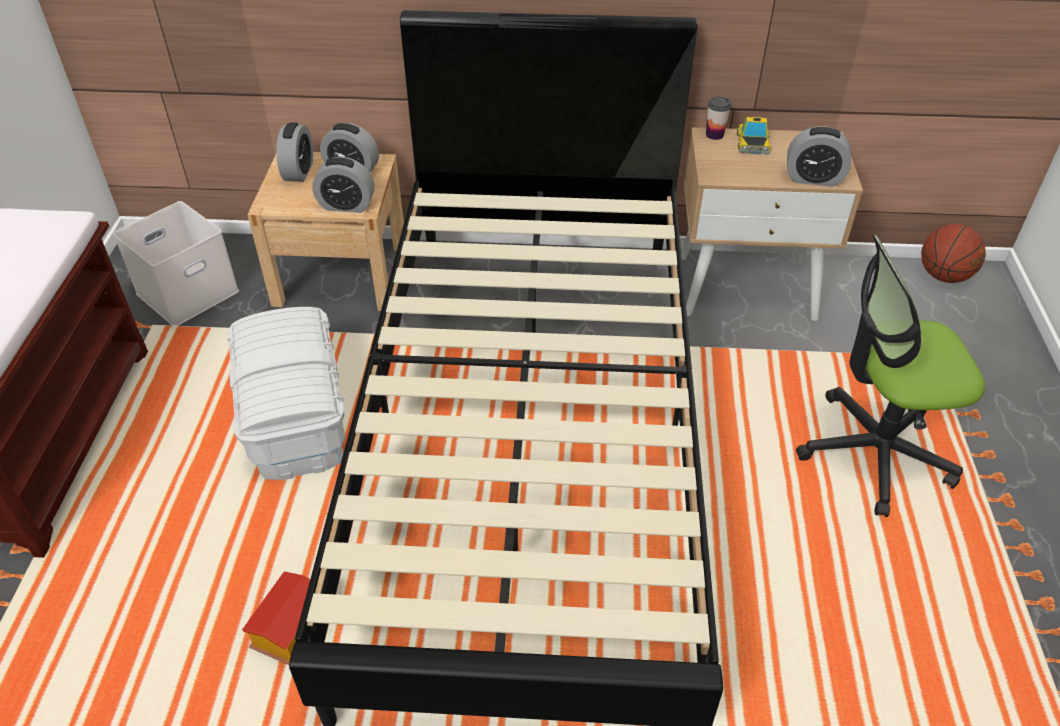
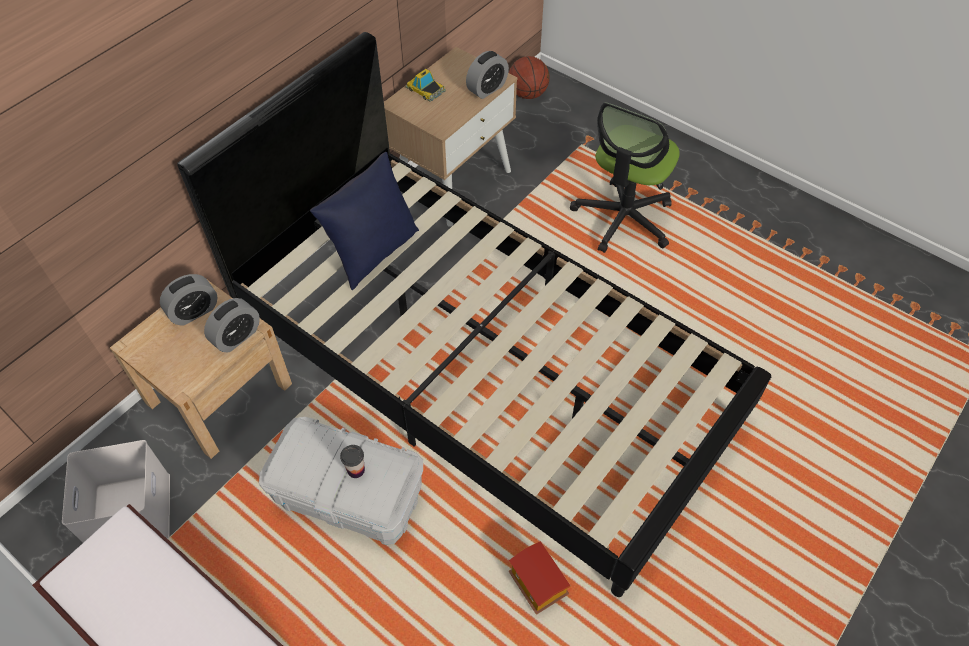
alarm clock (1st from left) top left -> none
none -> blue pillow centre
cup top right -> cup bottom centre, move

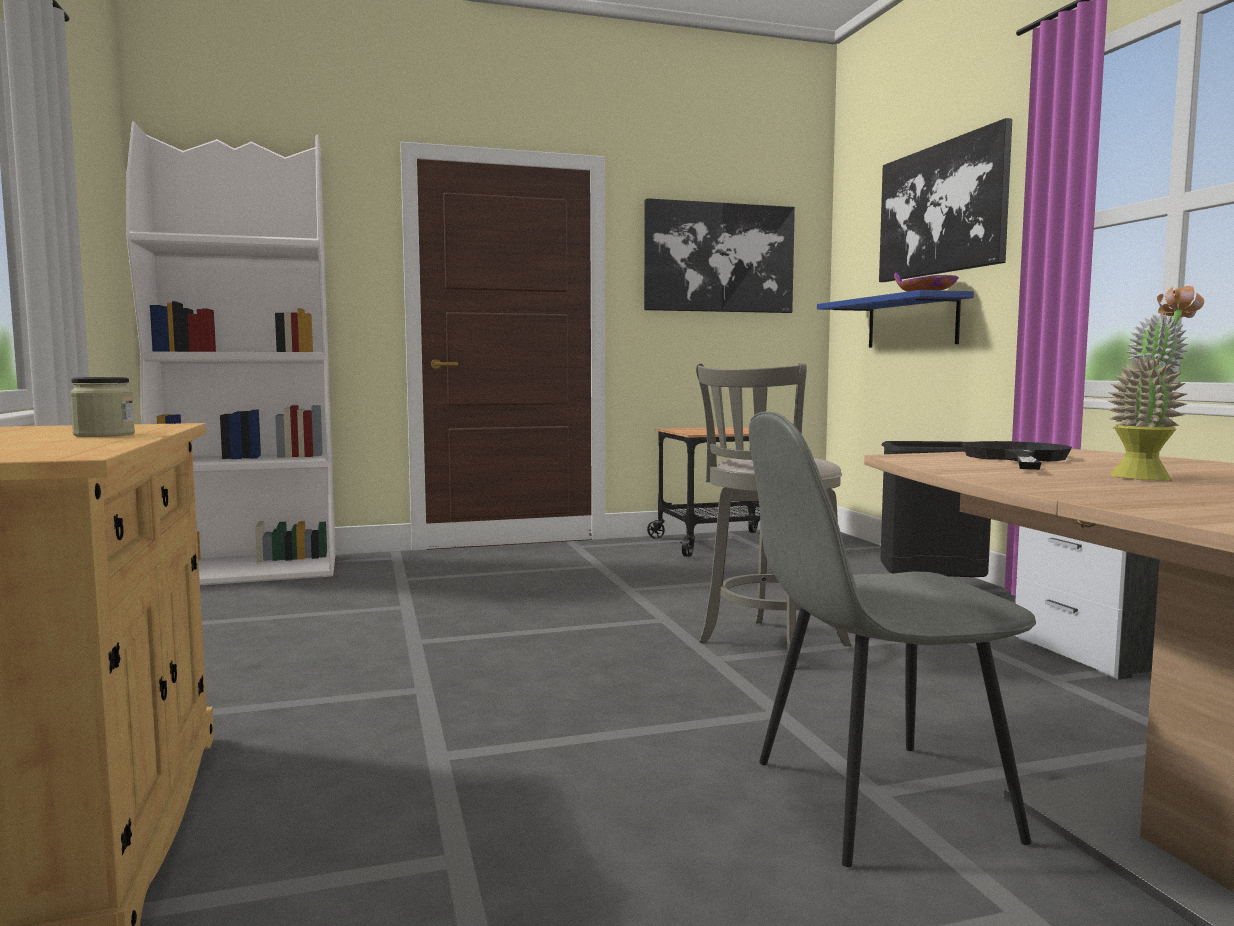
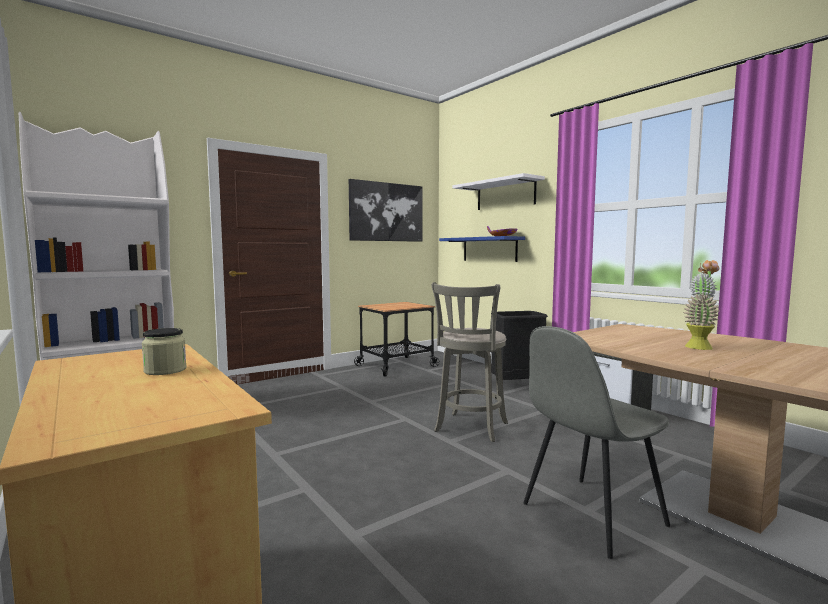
black frying pan middle right -> none
picture (2nd from left) top right -> white shelf top centre

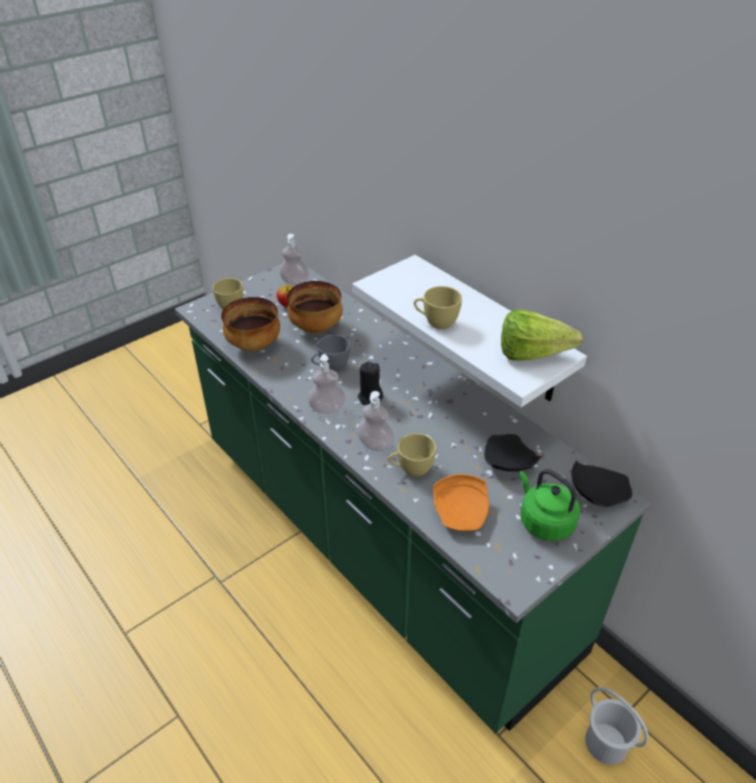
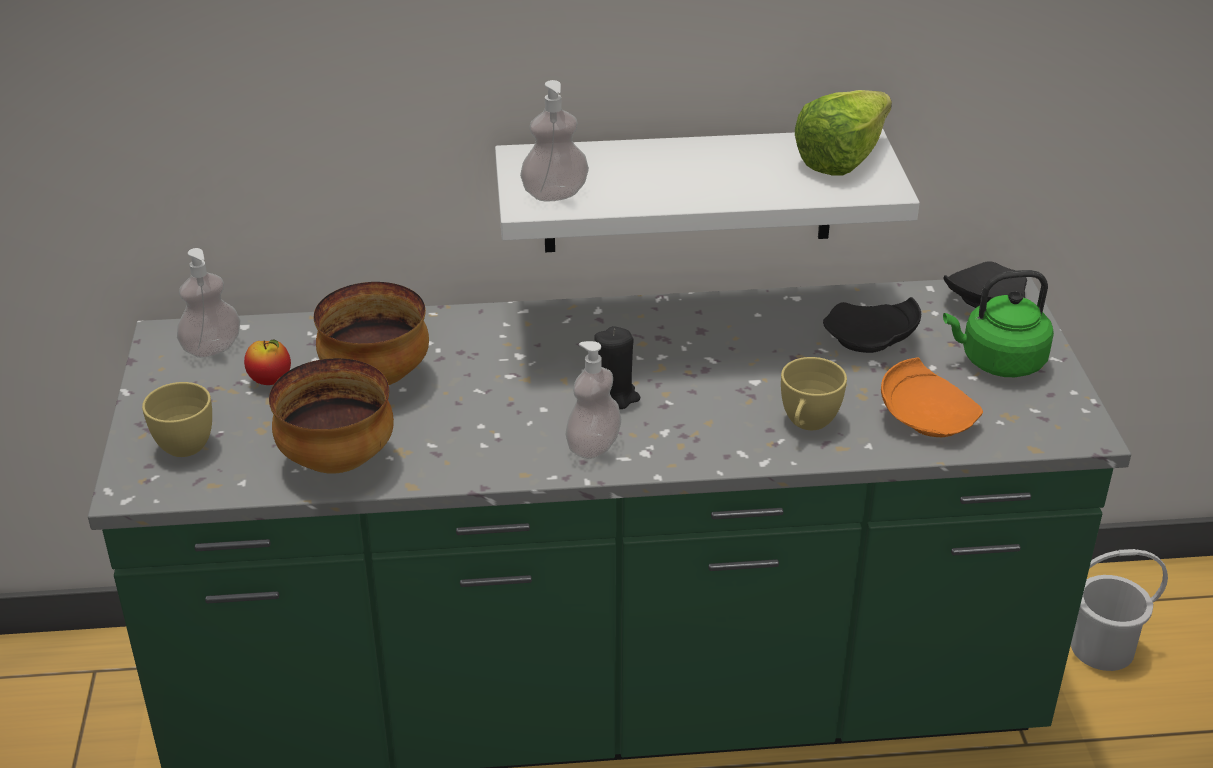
grey cup centre -> none
yellow cup (3rd from left) centre -> none
soap dispenser (3rd from left in the first image) centre -> soap dispenser (2nd from left) top centre, move

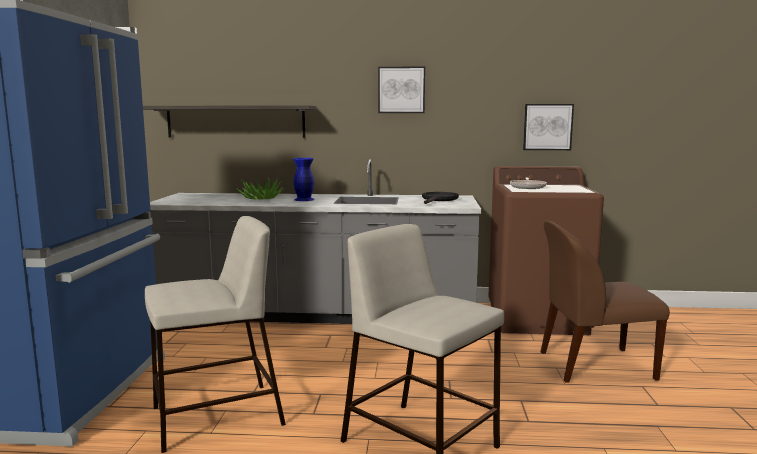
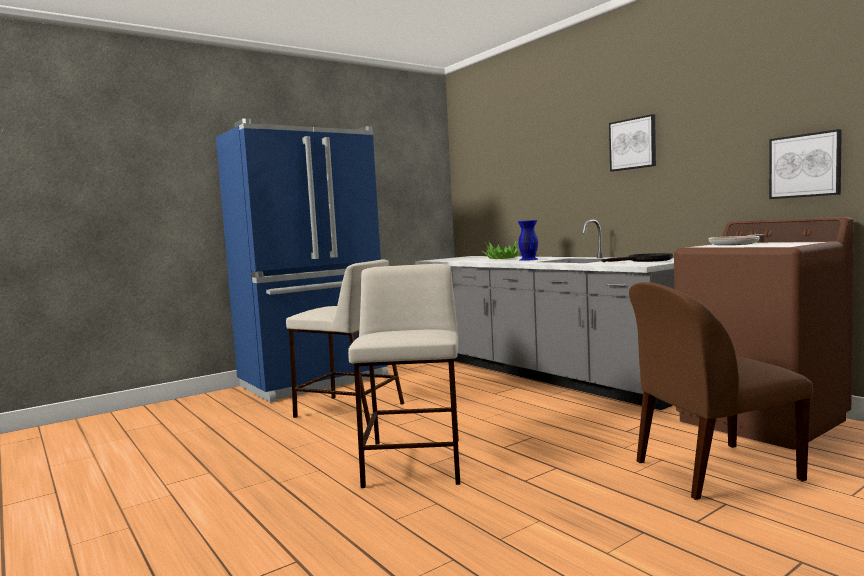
shelf top left -> none
brown chair middle right -> brown chair bottom right, 60 degrees counterclockwise

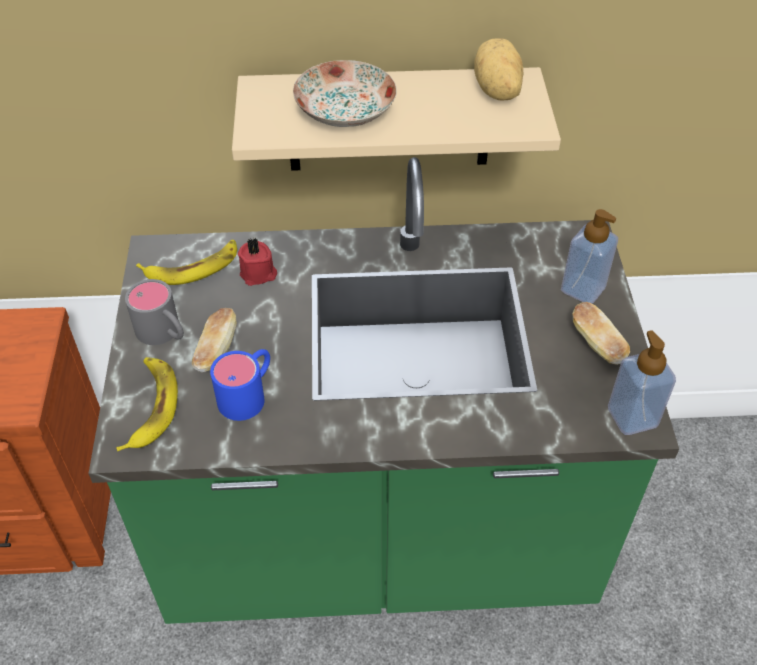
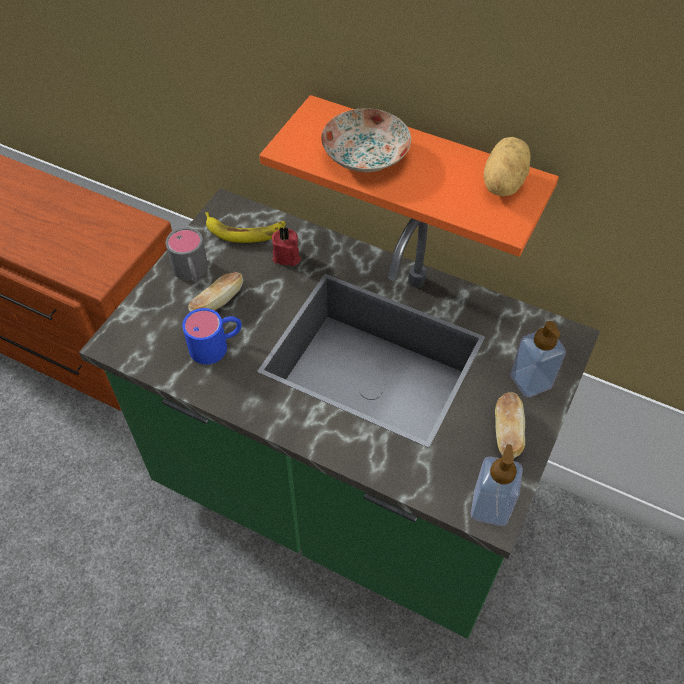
banana (1st from left) middle left -> none
beige shelf top centre -> orange shelf top centre

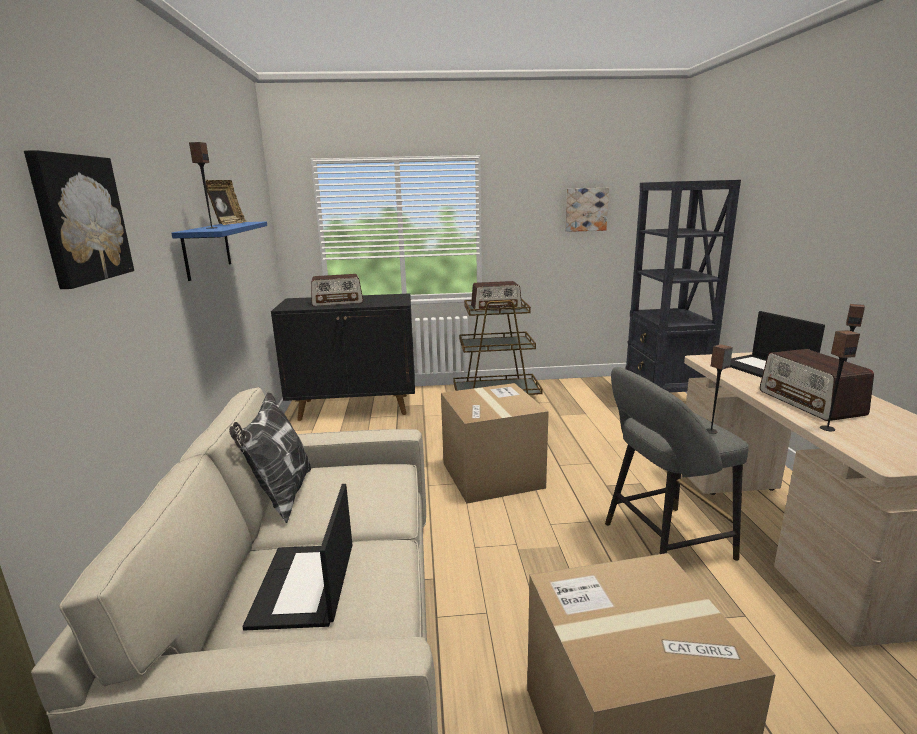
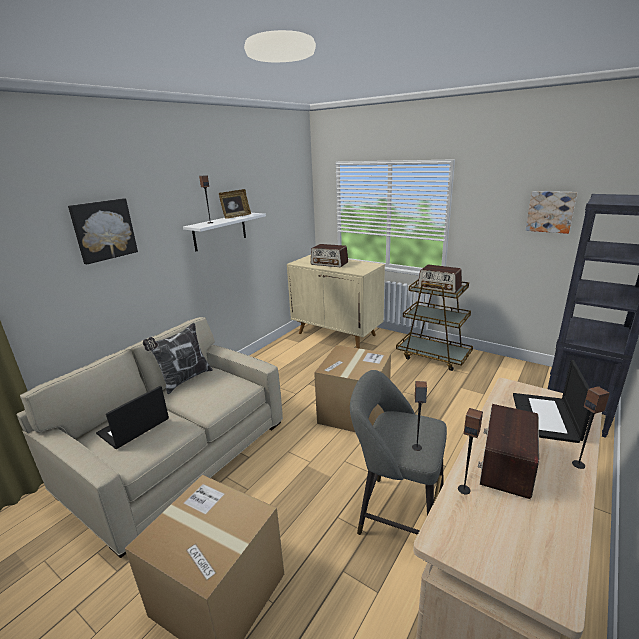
blue shelf middle left -> white shelf centre
black cabinet centre -> beige cabinet centre

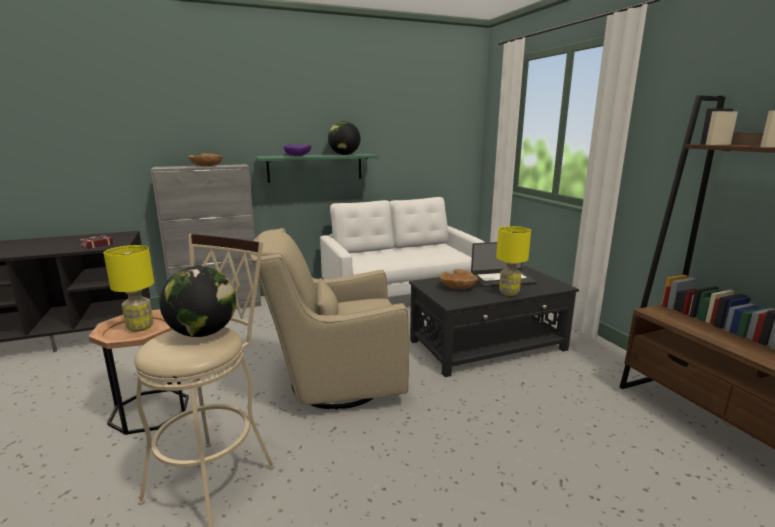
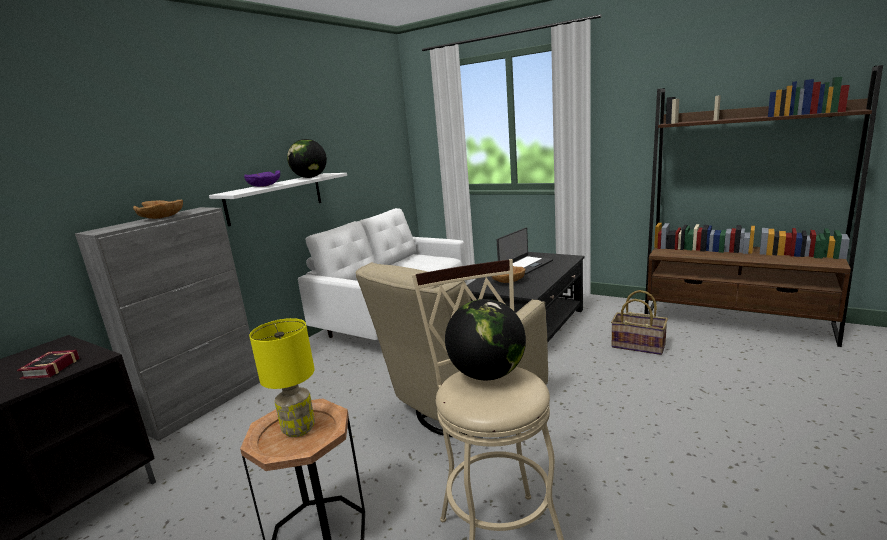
yellow table lamp (2nd from left) centre -> none
none -> basket middle right
green shelf top centre -> white shelf middle left

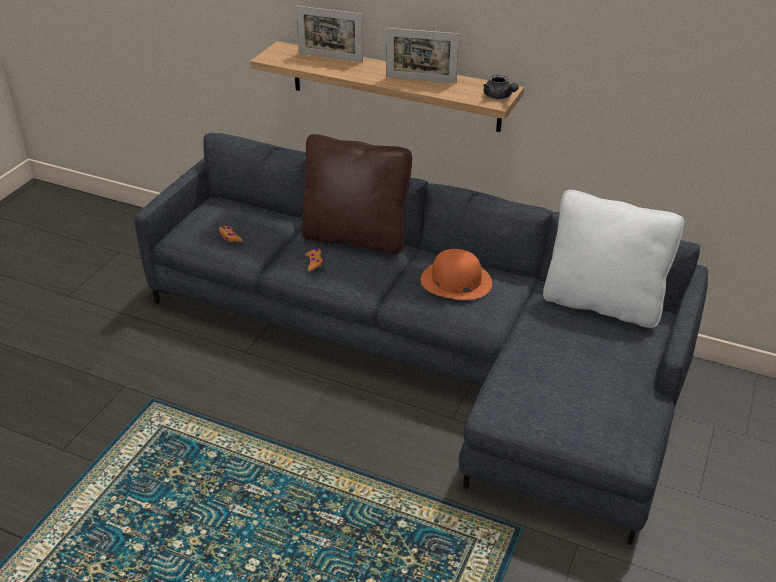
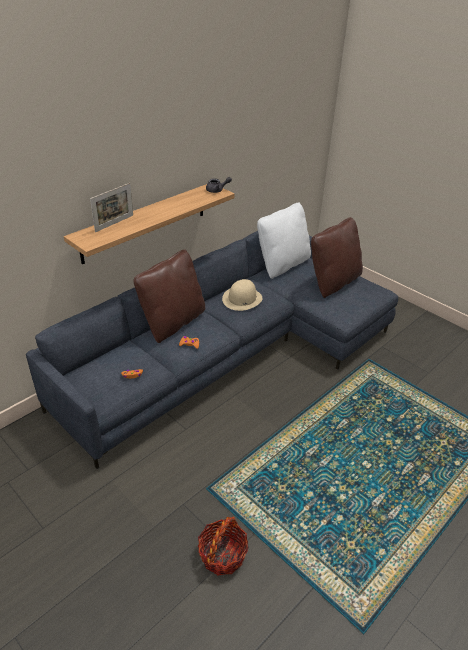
picture frame (2nd from left) top centre -> none
none -> basket bottom centre
none -> brown pillow (2nd from left) middle right
orange hat centre -> beige hat centre

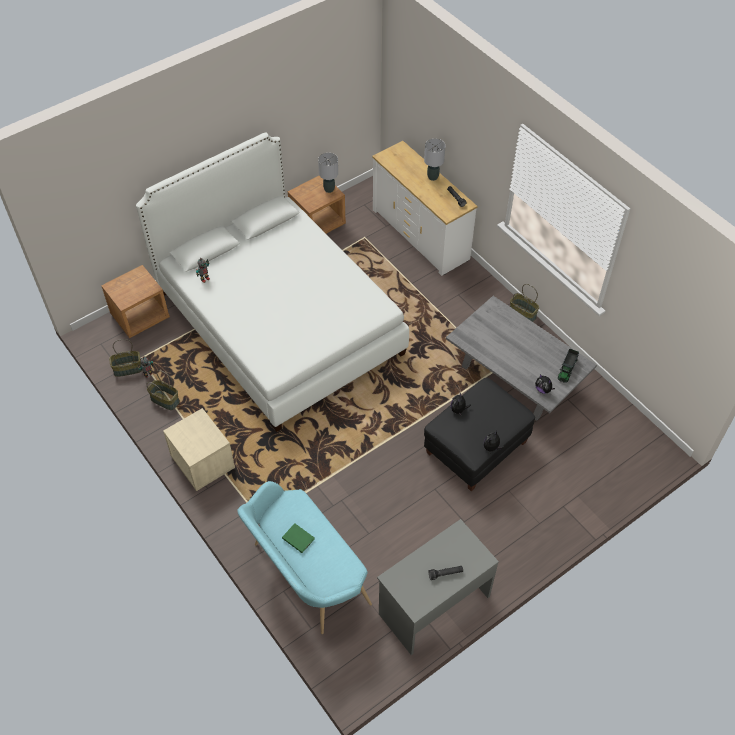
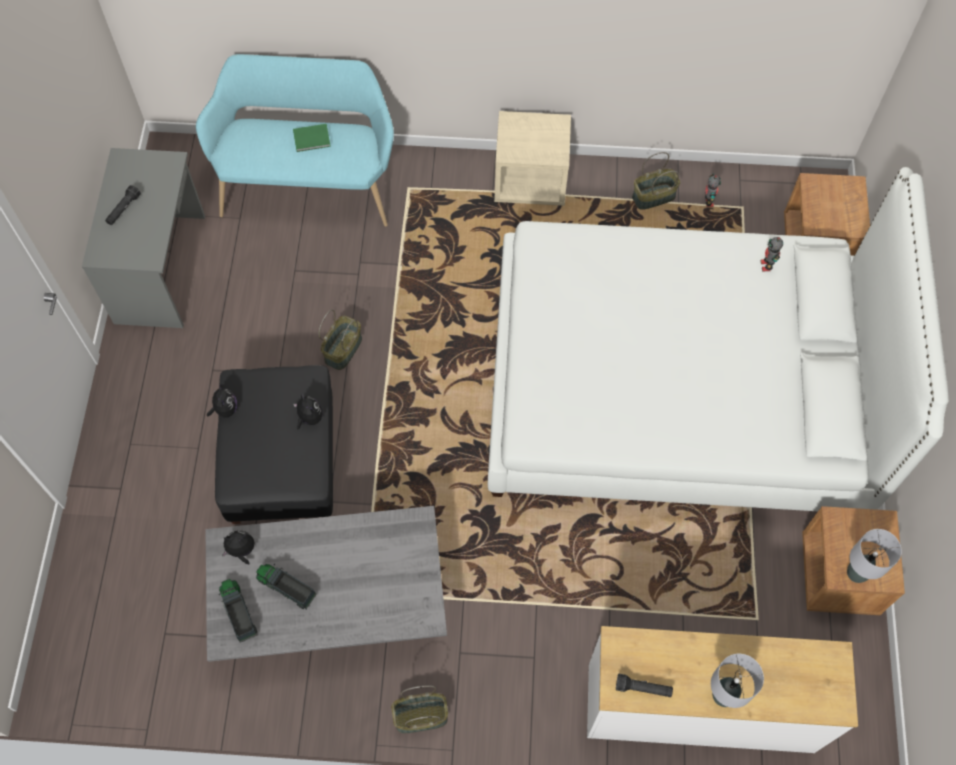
none -> toy truck (2nd from left) bottom left
basket (1st from left) middle left -> basket (1st from left) centre, move

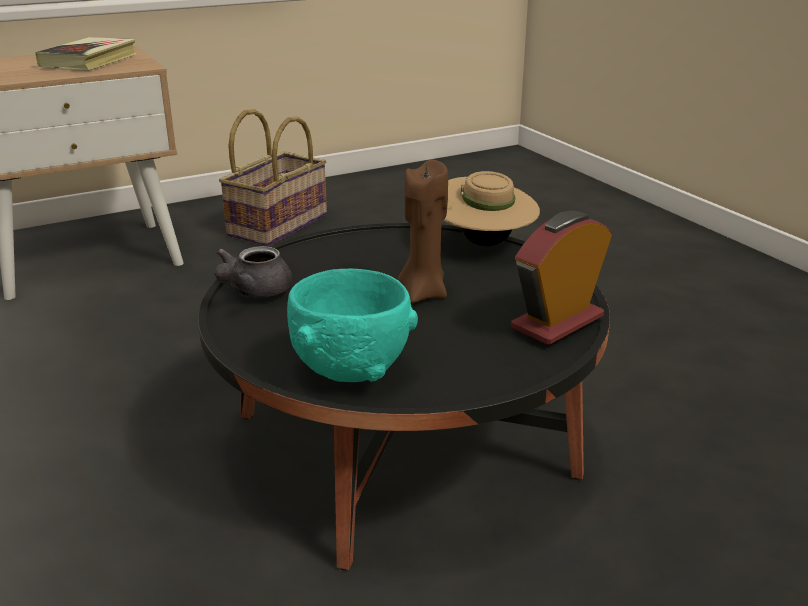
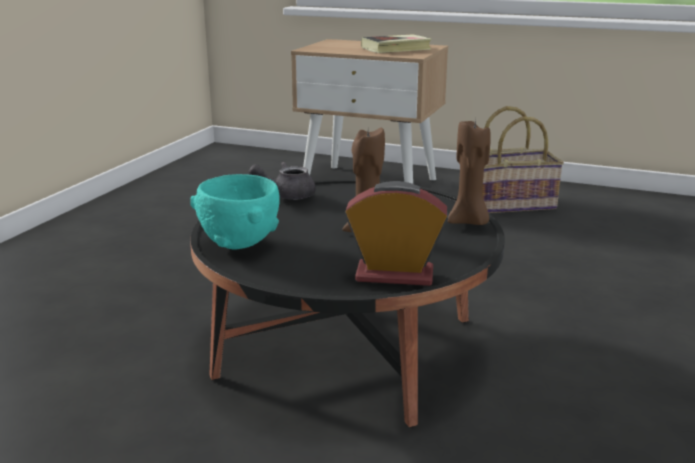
beige hat centre -> brown candle (2nd from left) middle right

